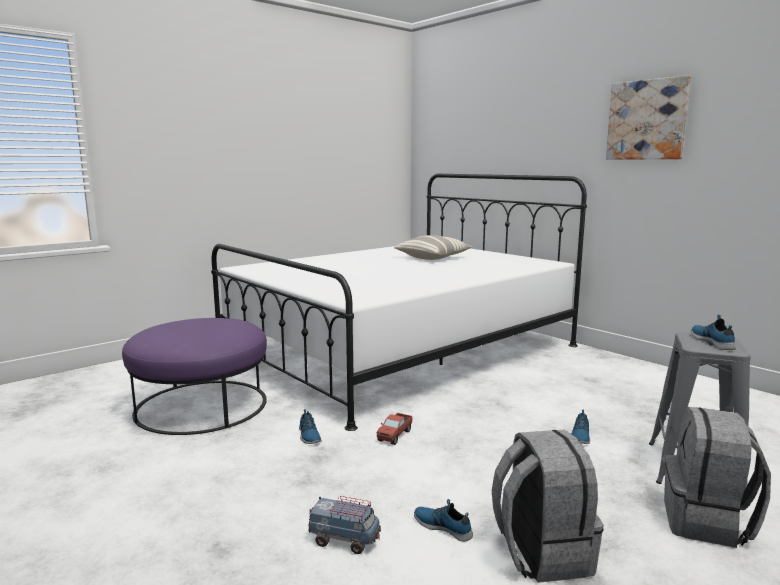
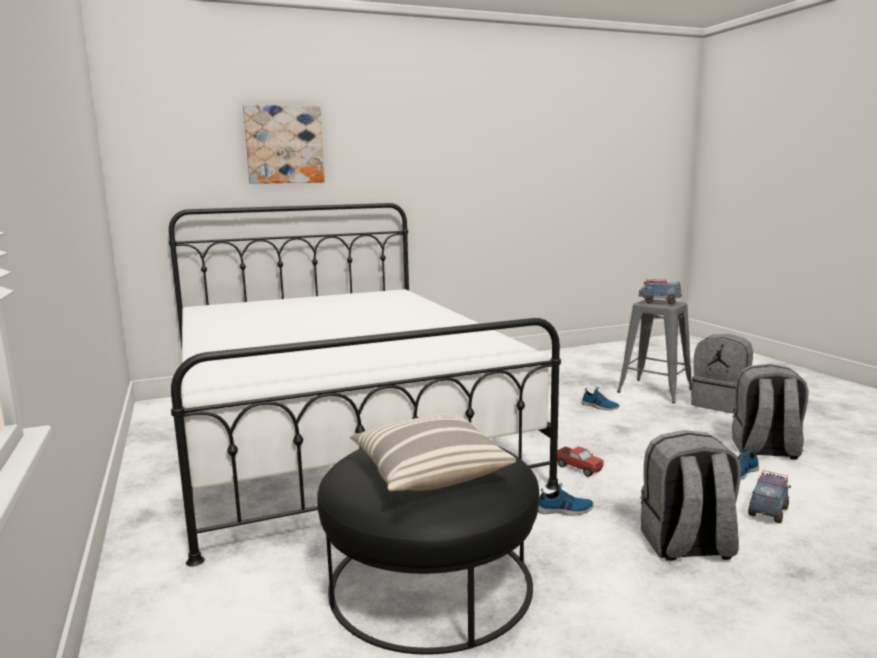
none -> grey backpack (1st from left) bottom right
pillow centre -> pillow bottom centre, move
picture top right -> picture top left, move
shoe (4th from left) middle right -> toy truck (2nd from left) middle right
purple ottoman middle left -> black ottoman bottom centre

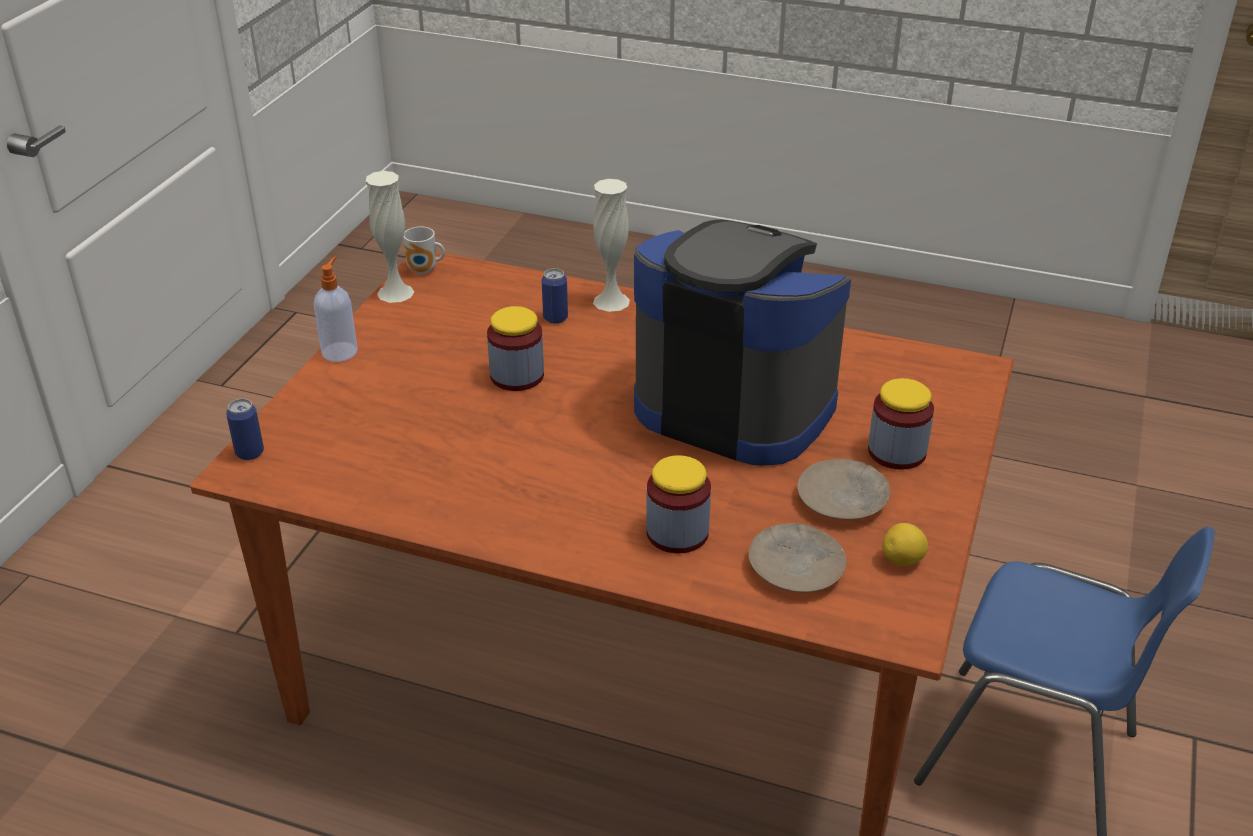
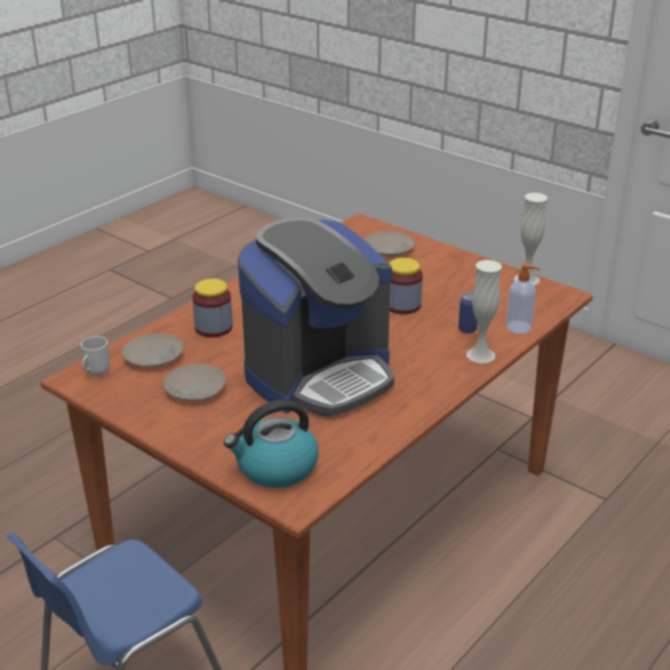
can (1st from left) middle left -> none
jar (3rd from left) middle right -> none
lemon middle right -> none
none -> kettle centre
none -> beige plate (3rd from left) centre
soap dispenser middle left -> soap dispenser middle right, move
mug top centre -> mug middle left, move

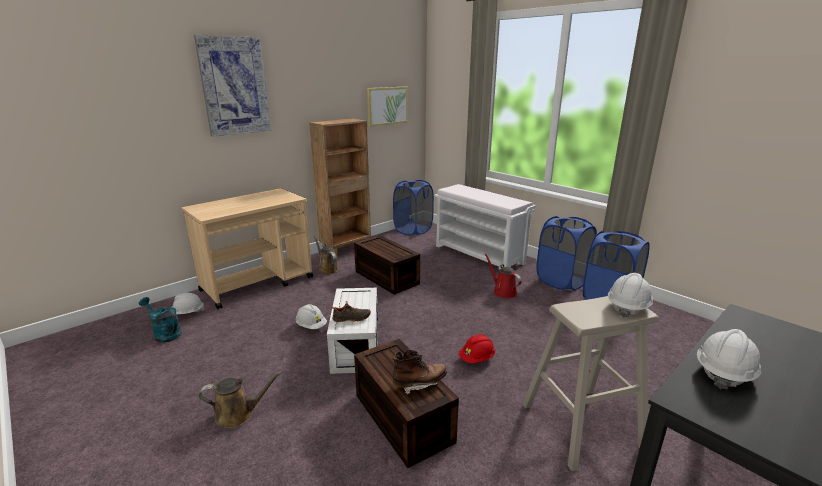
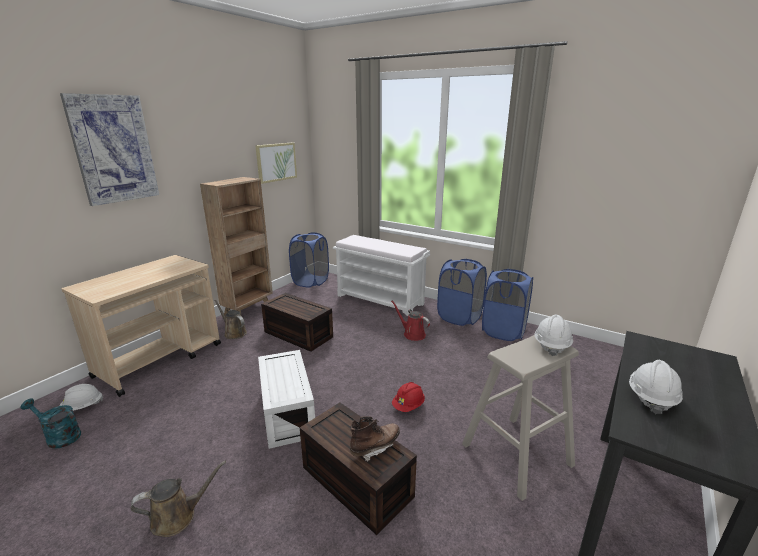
white hard hat (2nd from left) centre -> none
black shoe centre -> none

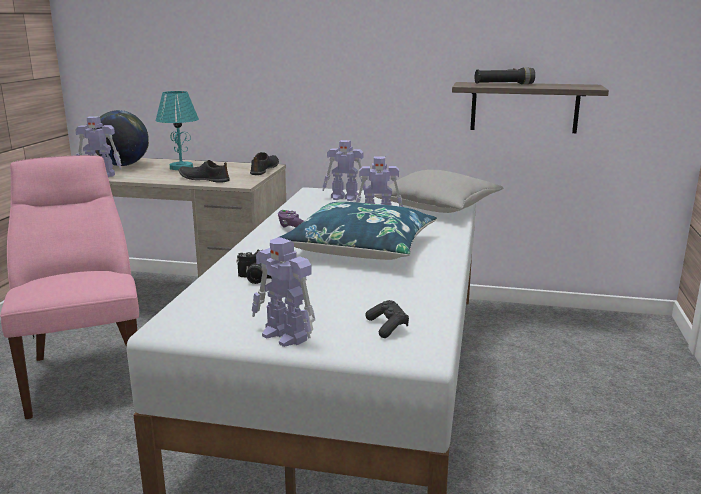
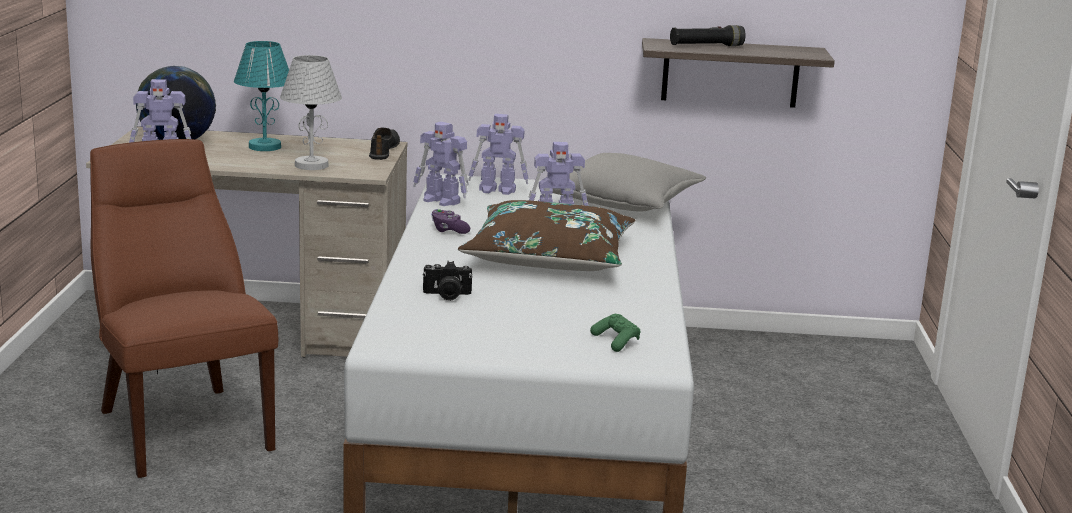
toy robot (2nd from left) centre -> toy robot (2nd from left) top centre, move
black shoe (1st from left) middle left -> white table lamp top left
pink chair middle left -> brown chair middle left
blue pillow centre -> brown pillow centre
black game controller centre -> green game controller centre

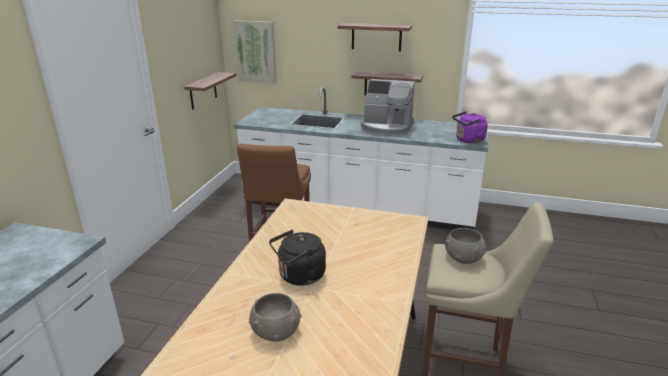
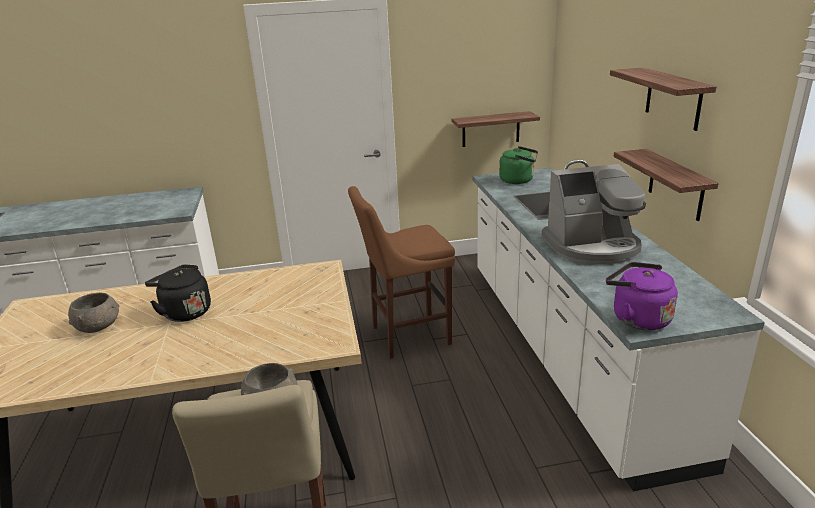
picture top centre -> none
none -> green kettle top centre
coffee machine top centre -> coffee machine middle right, 90 degrees counterclockwise

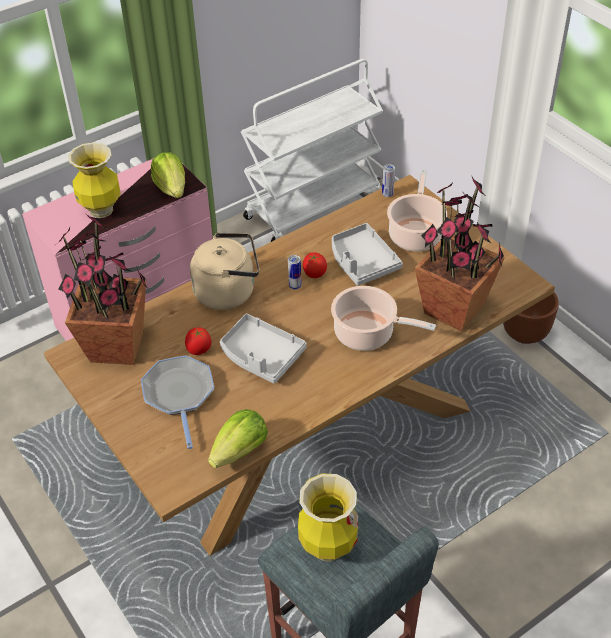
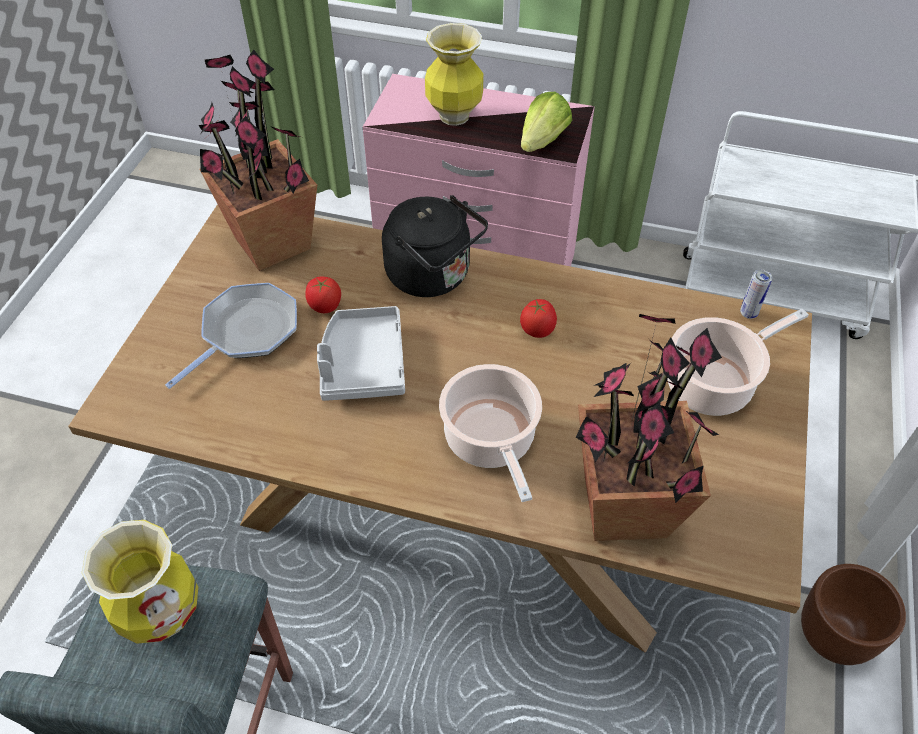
lettuce (2nd from left) bottom centre -> none
can (1st from left) centre -> none
grey tray (2nd from left) centre -> none
beige kettle centre -> black kettle centre

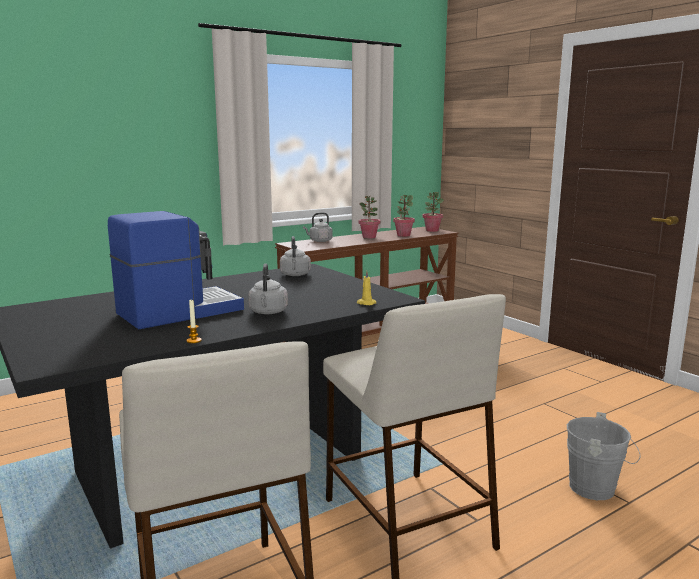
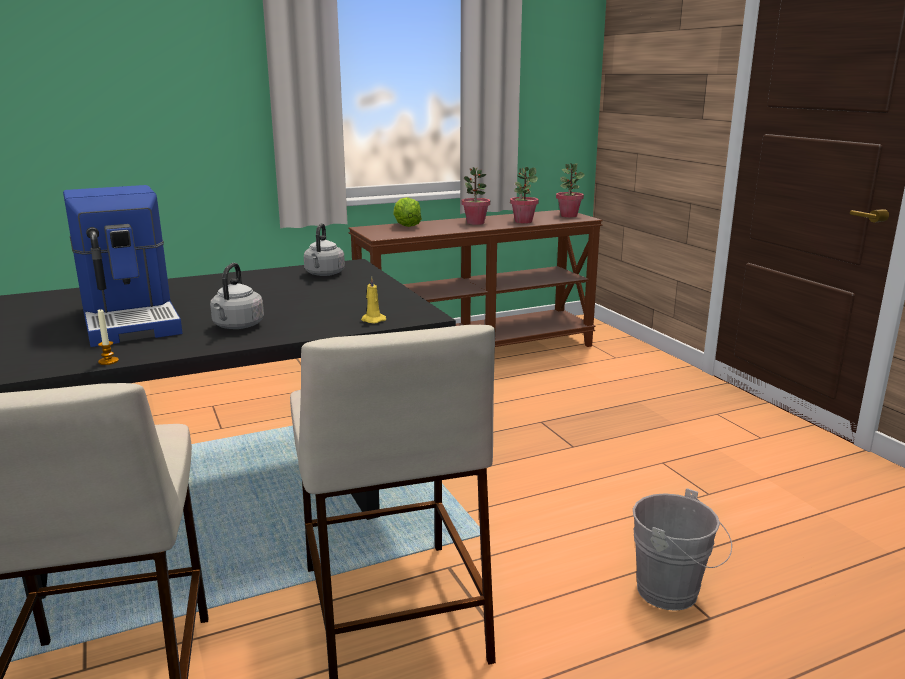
grey kettle (3rd from left) centre -> lettuce top centre
coffee machine middle left, 90 degrees clockwise

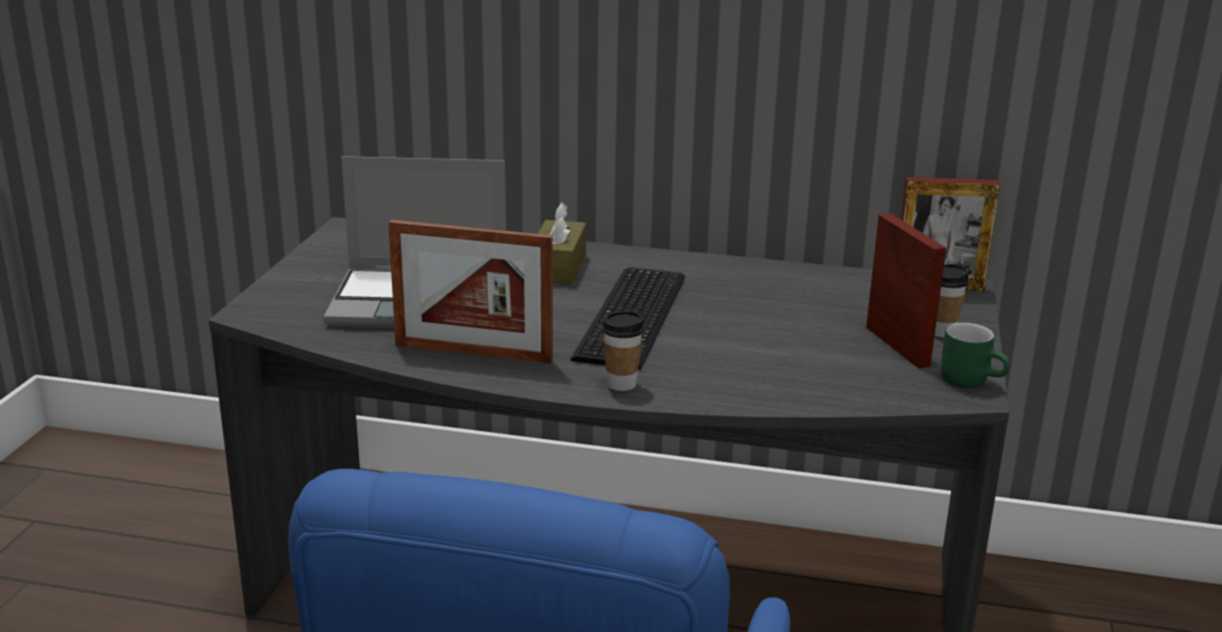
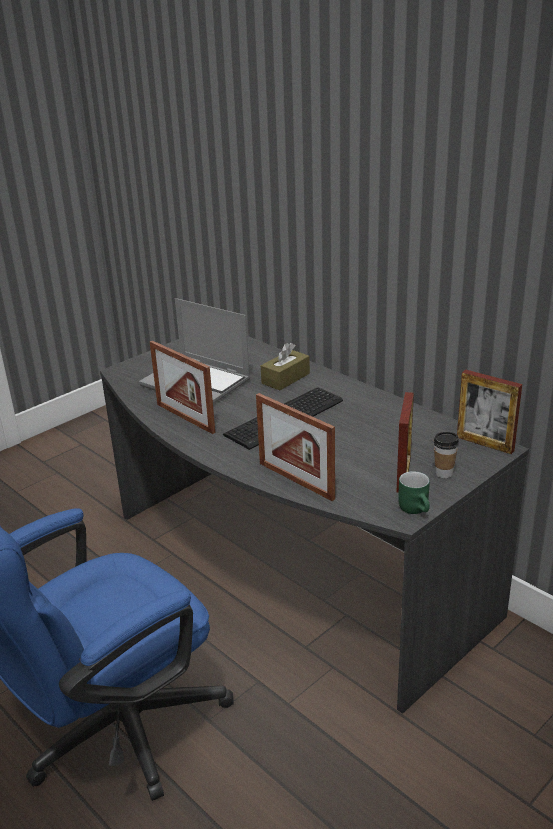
cup (1st from left) centre -> none
none -> picture frame (2nd from left) centre

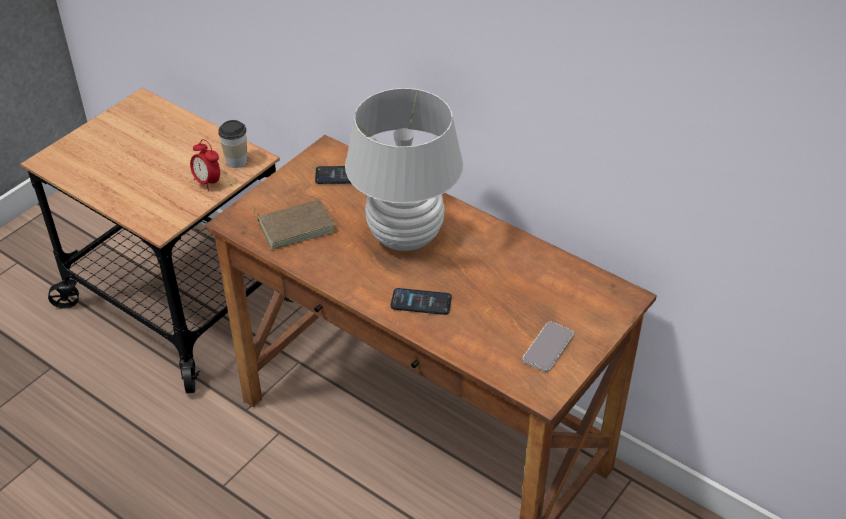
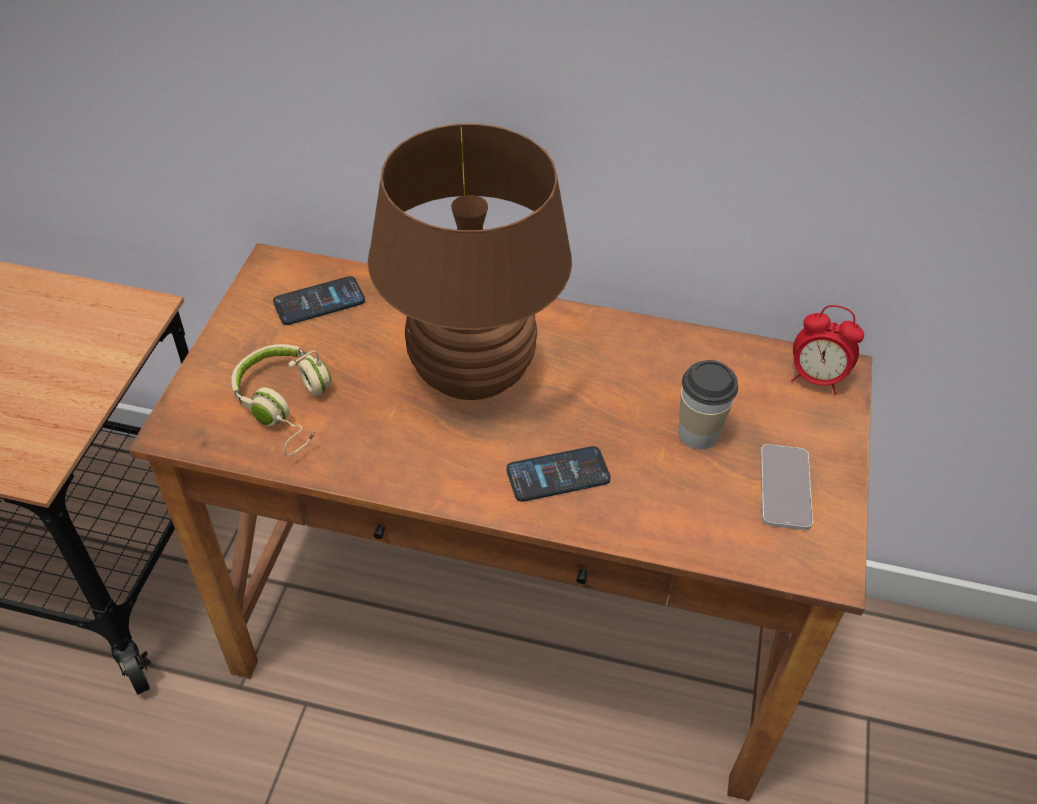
alarm clock top left -> alarm clock middle right, move
cup top left -> cup middle right, move
brown book centre -> beige headphones middle left
white table lamp top centre -> brown table lamp top centre

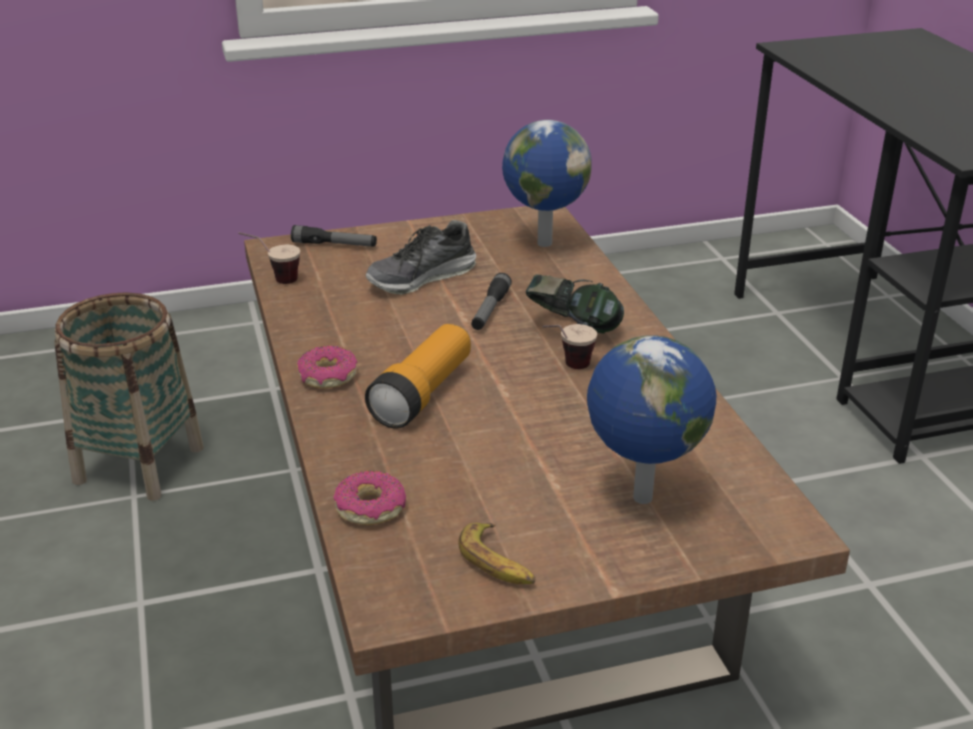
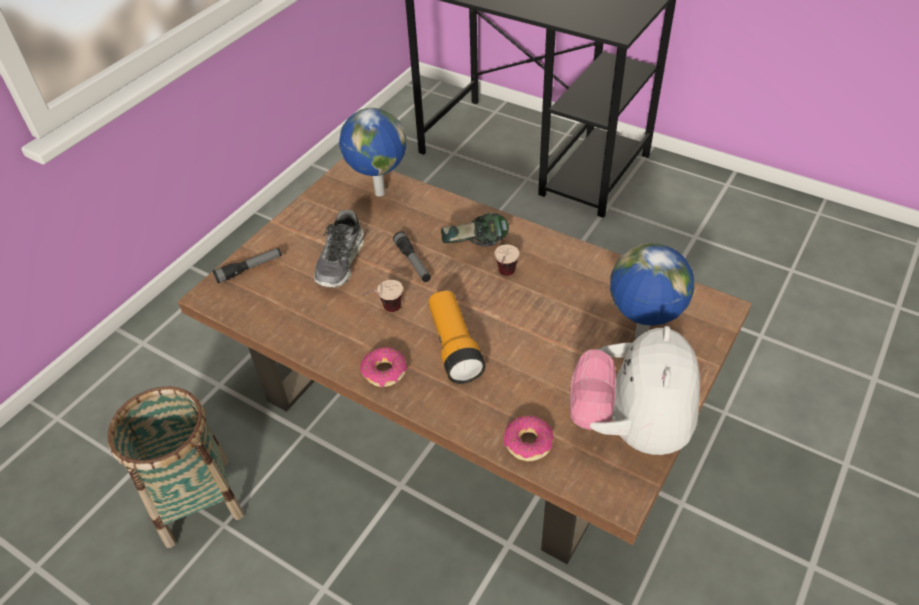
cup (1st from left) middle left -> cup (1st from left) centre, move
banana bottom centre -> plush toy middle right

